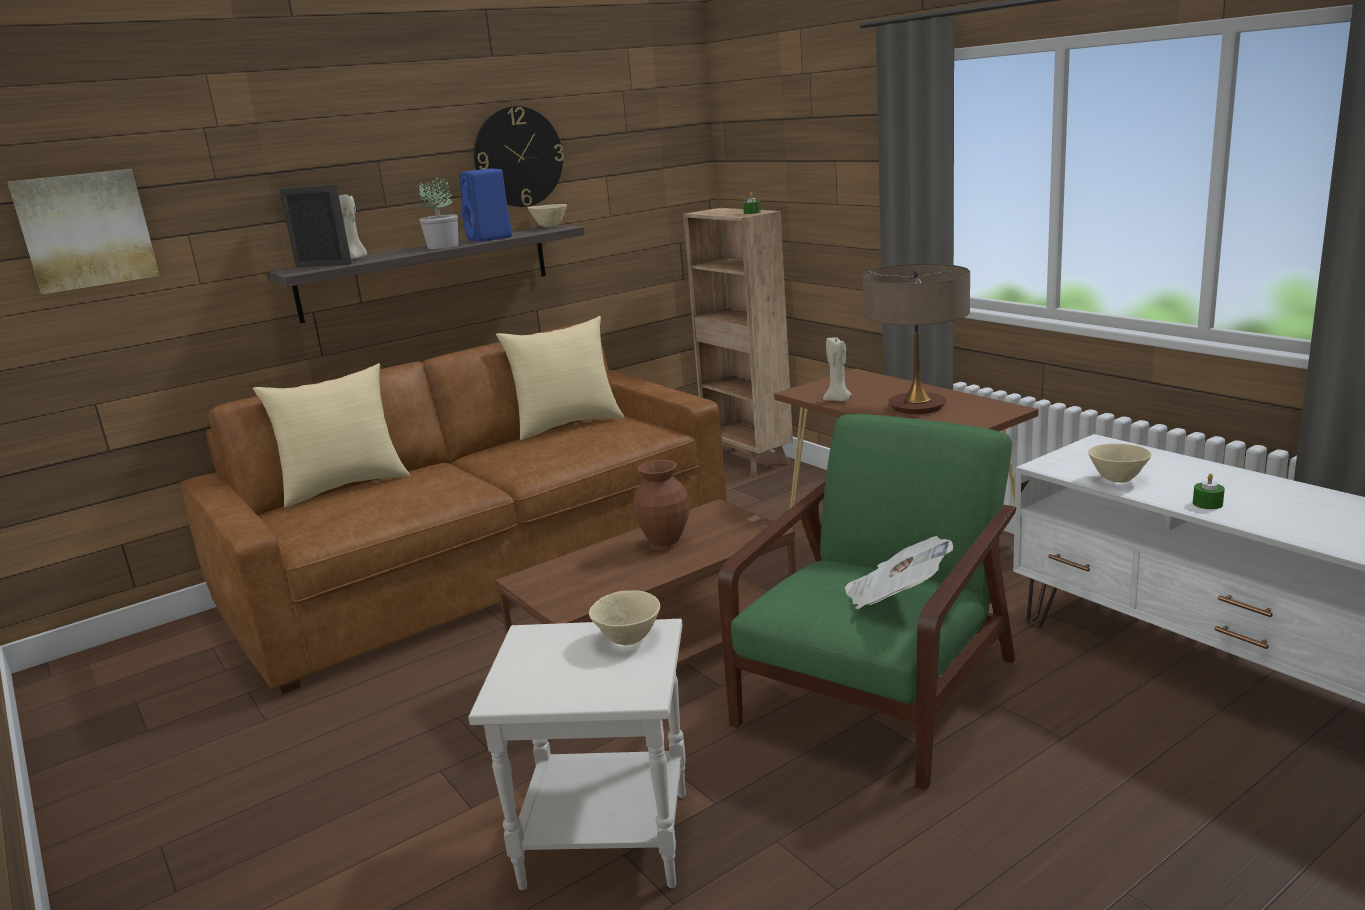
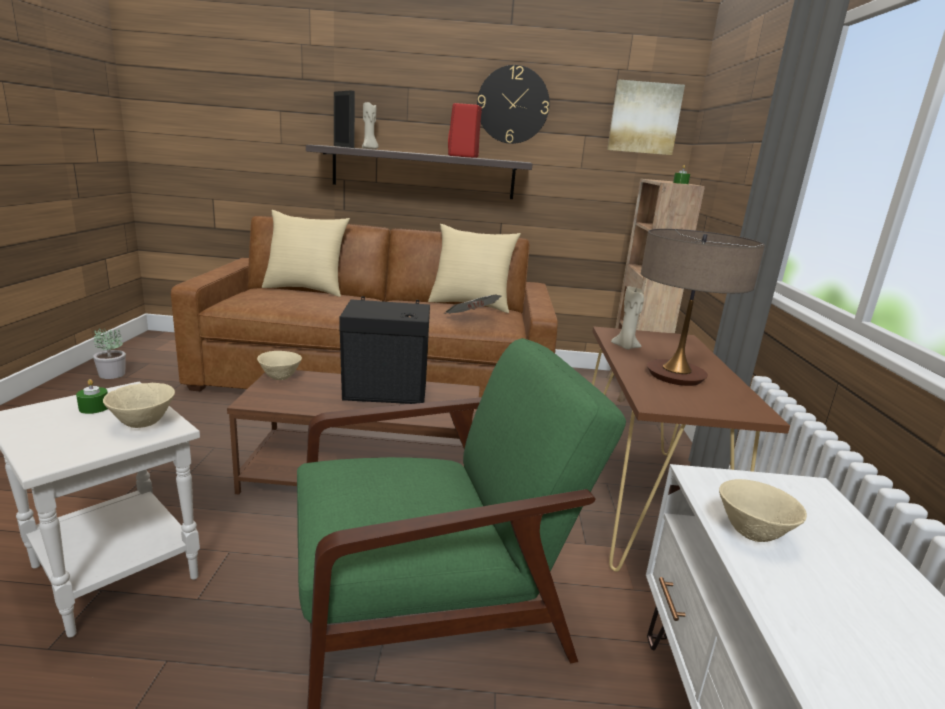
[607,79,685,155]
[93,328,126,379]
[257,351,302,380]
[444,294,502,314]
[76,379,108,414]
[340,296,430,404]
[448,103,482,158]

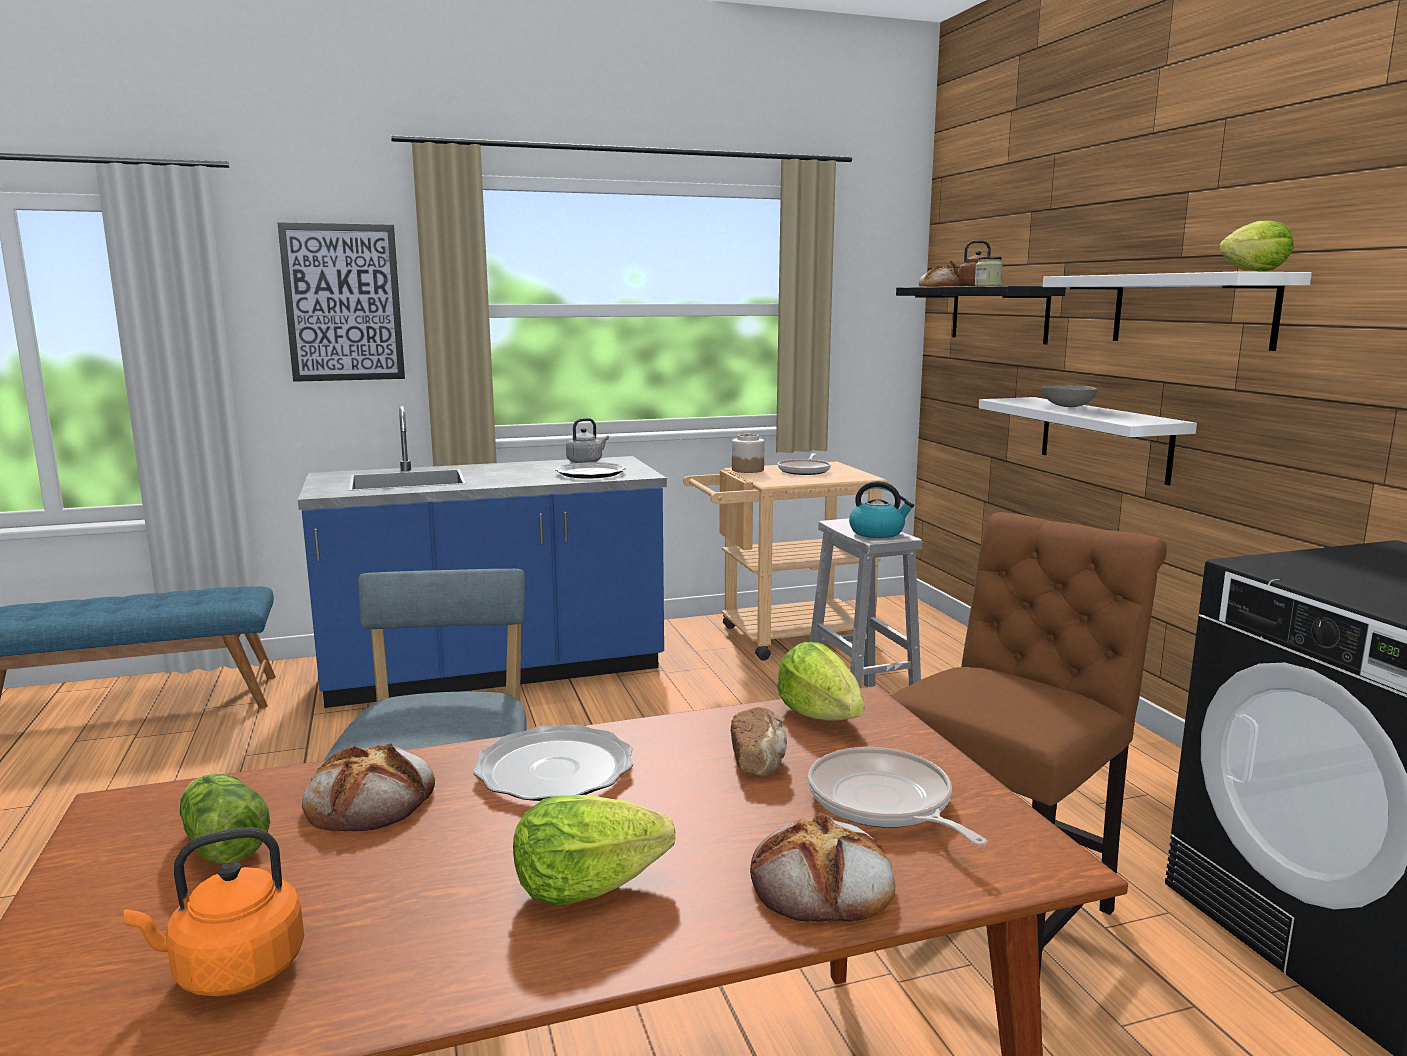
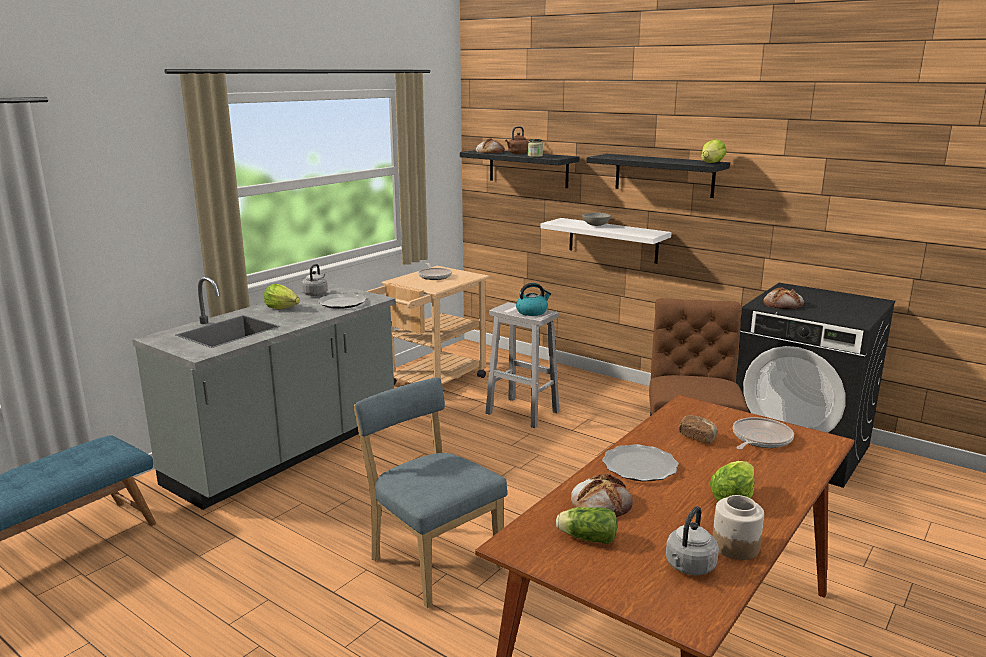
[277,222,405,382] (first image)
[713,495,764,560]
[763,287,804,309]
[264,284,300,310]
[666,506,719,576]
[132,277,396,510]
[586,154,730,198]
[733,417,794,450]

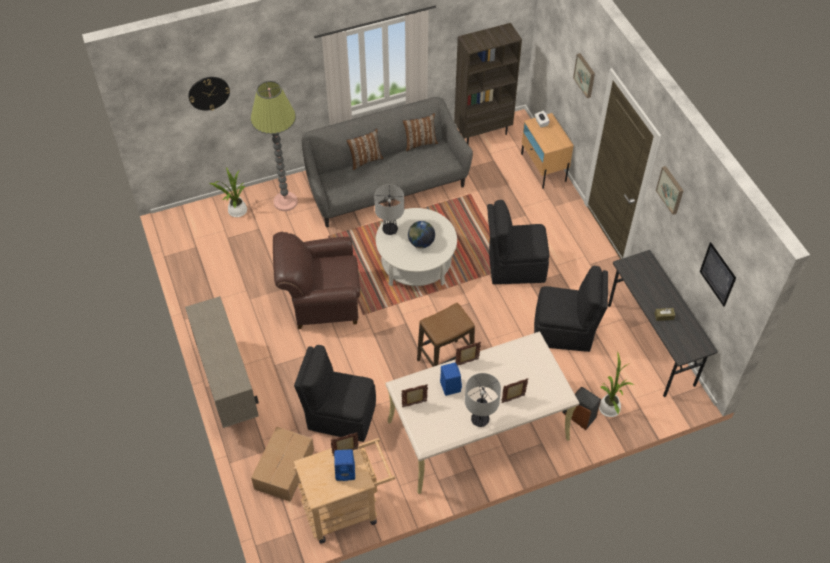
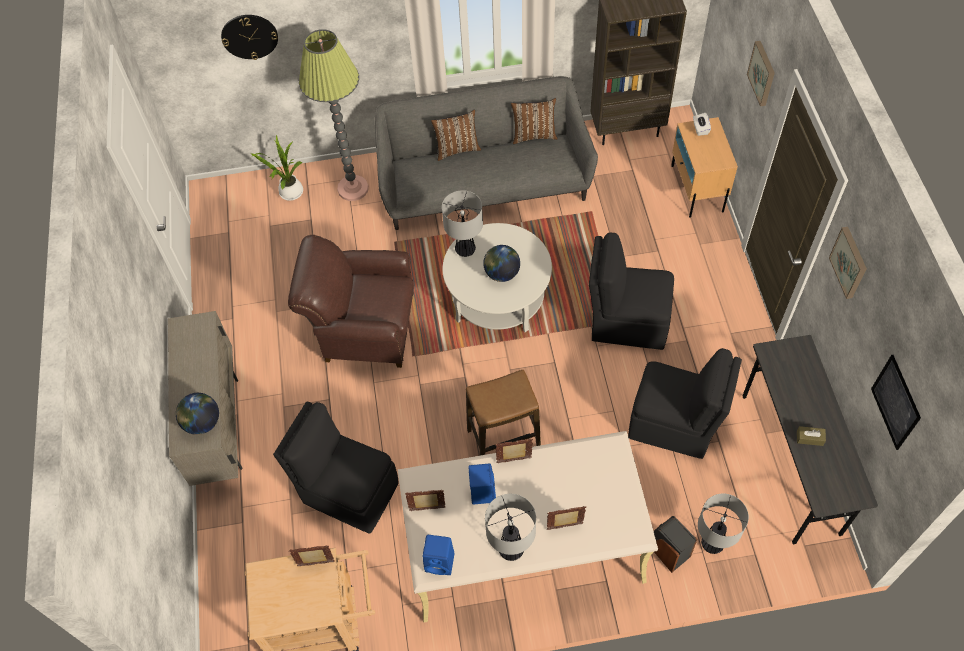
[251,427,314,501] (first image)
[176,393,219,435]
[423,535,454,575]
[698,493,749,554]

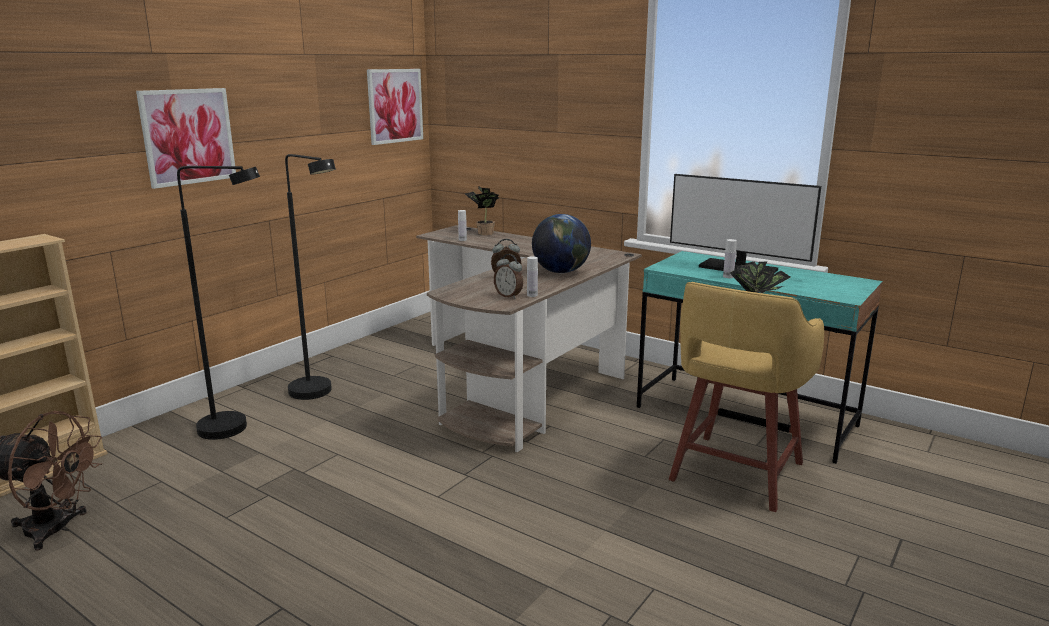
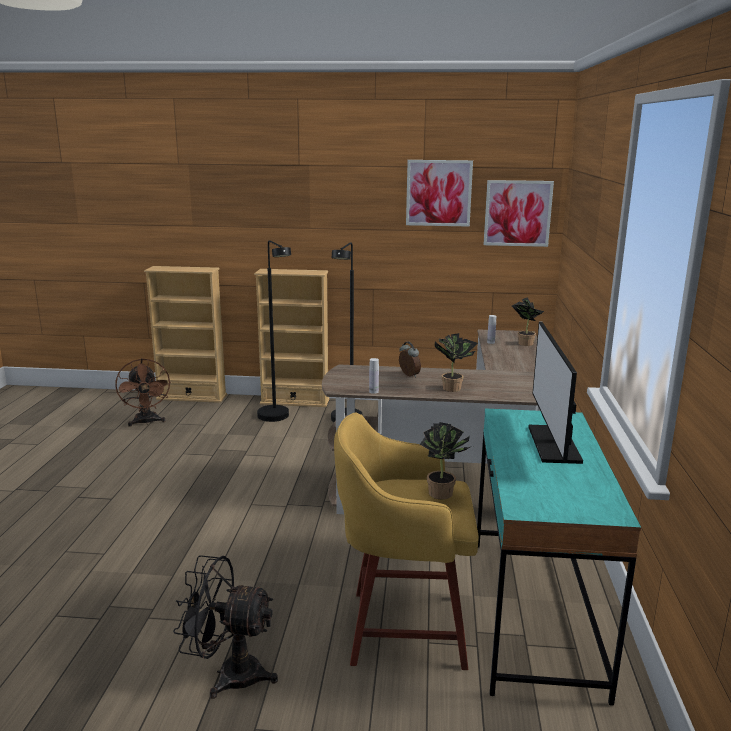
[494,254,523,299] (first image)
[723,239,737,278] (first image)
[173,555,278,699]
[254,269,330,407]
[406,160,473,227]
[434,333,478,392]

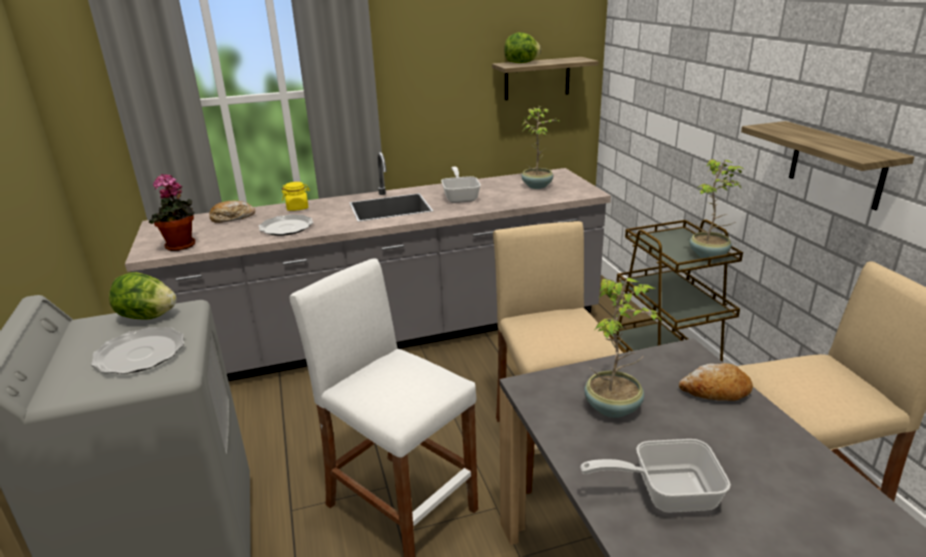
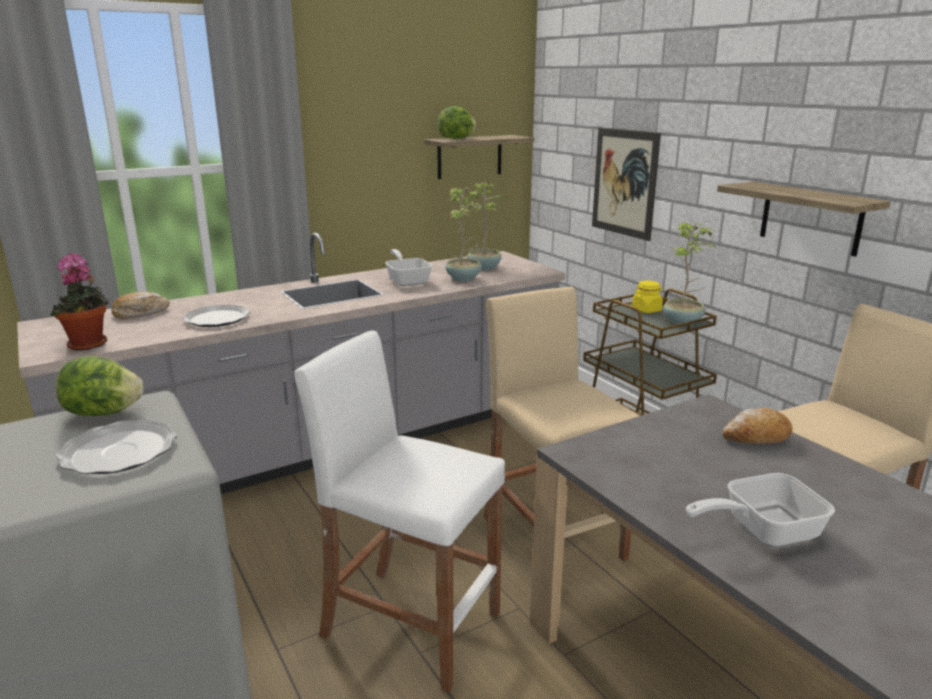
[592,128,661,241]
[632,280,663,313]
[445,187,484,281]

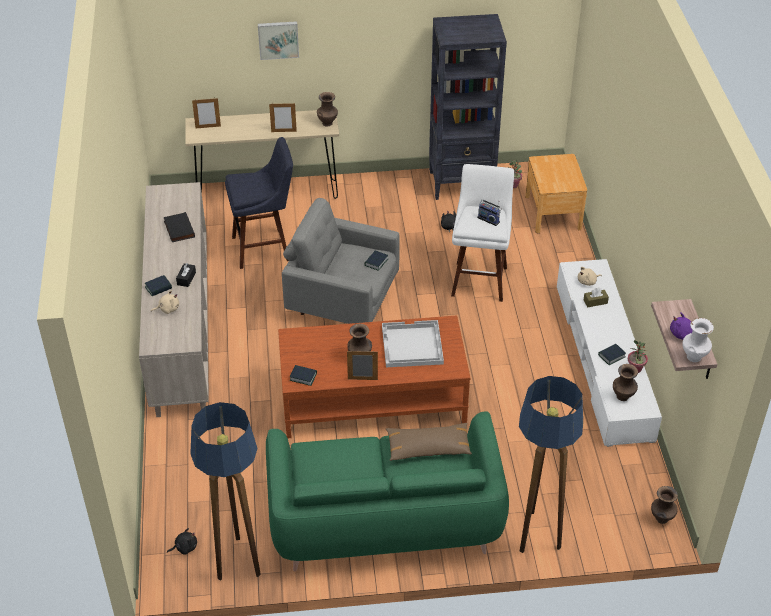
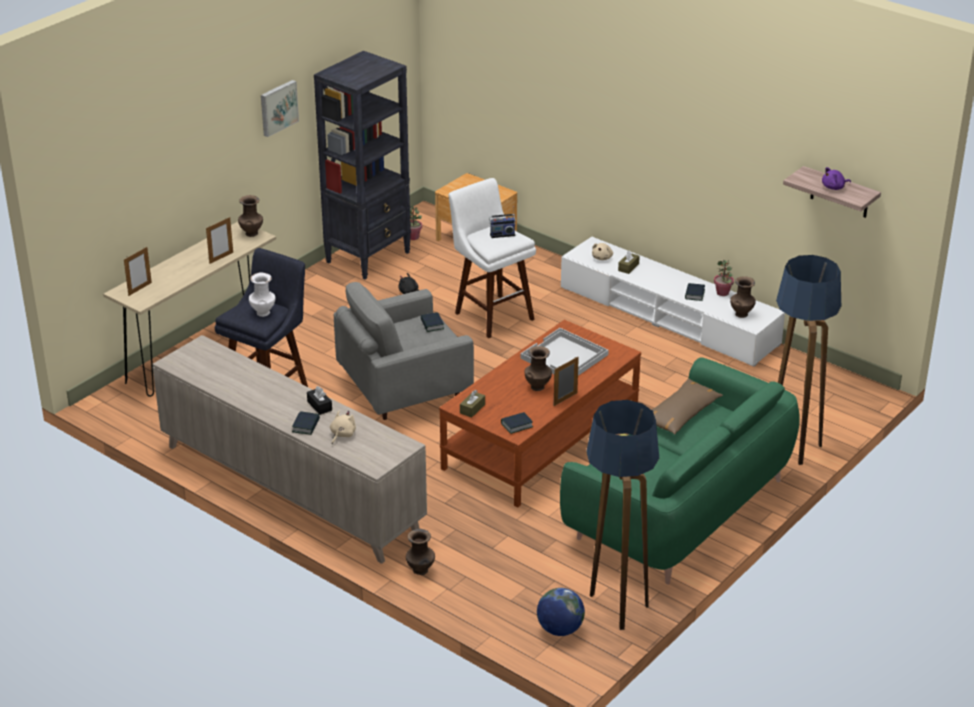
[163,212,195,242] (first image)
[460,390,485,418]
[261,80,299,137]
[406,529,435,575]
[249,272,275,317]
[537,588,585,636]

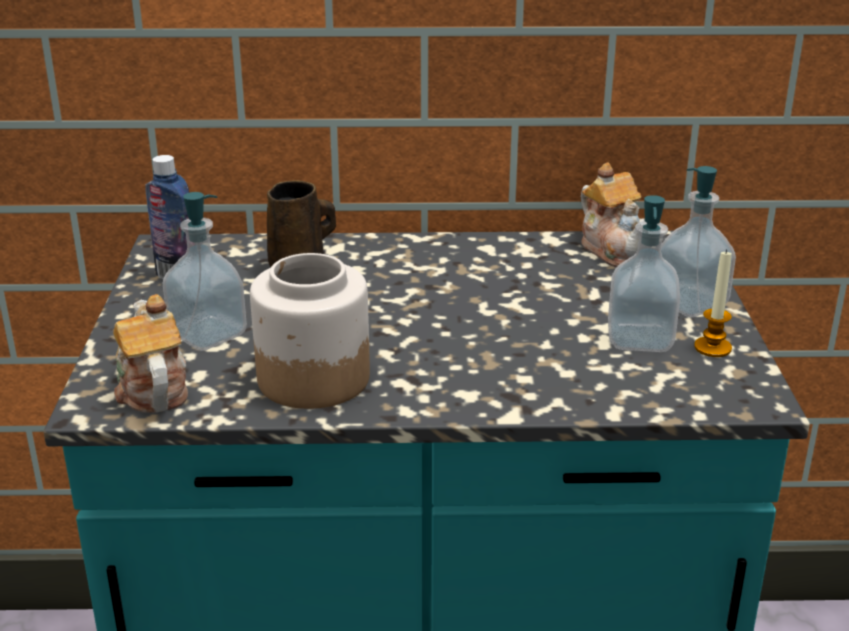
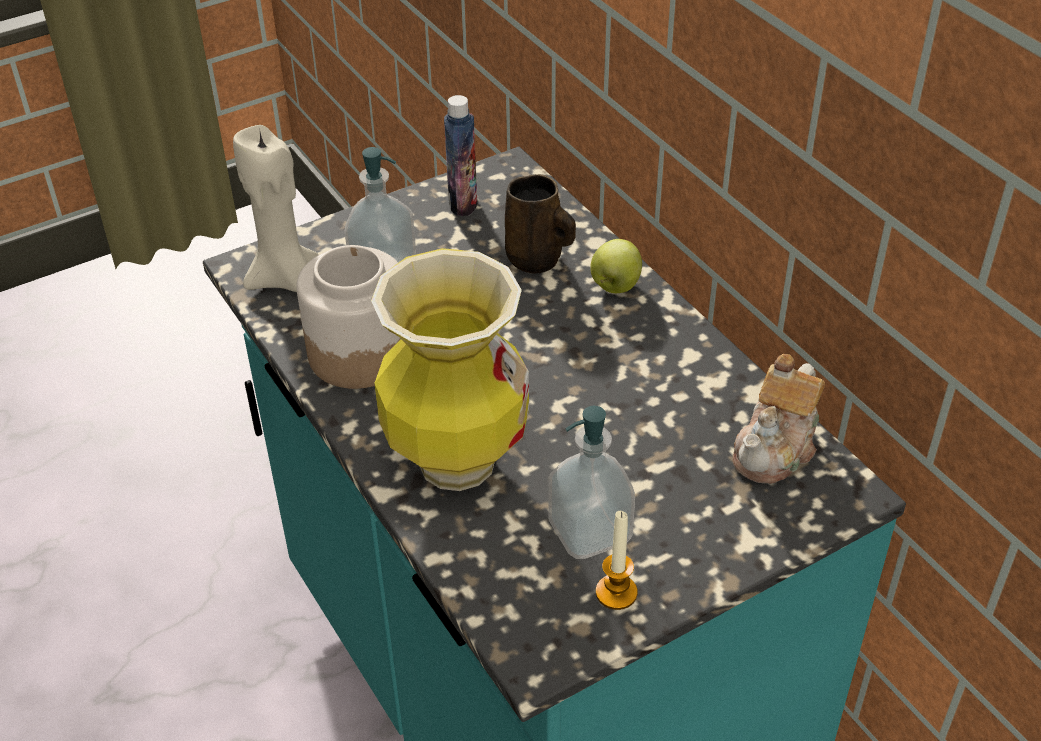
[661,166,736,317] (first image)
[371,248,529,491]
[590,239,642,293]
[233,125,318,292]

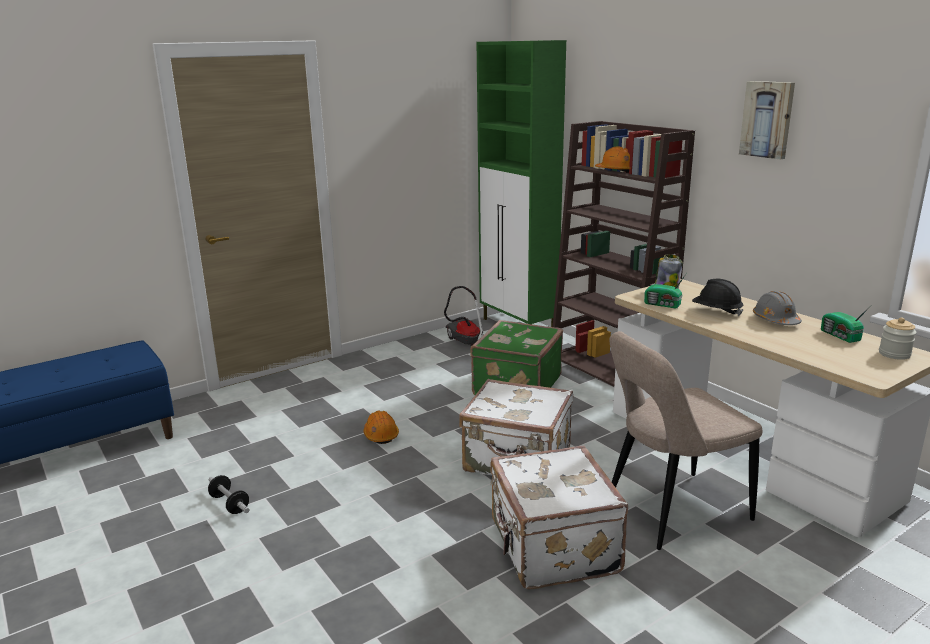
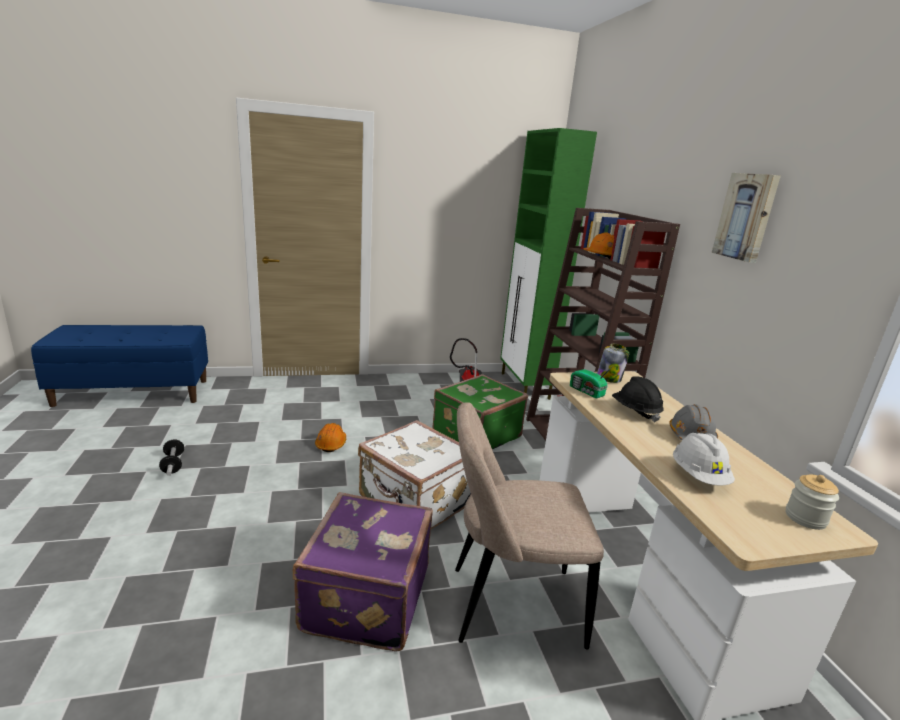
[821,307,870,343] (first image)
[673,433,735,486]
[293,492,433,652]

